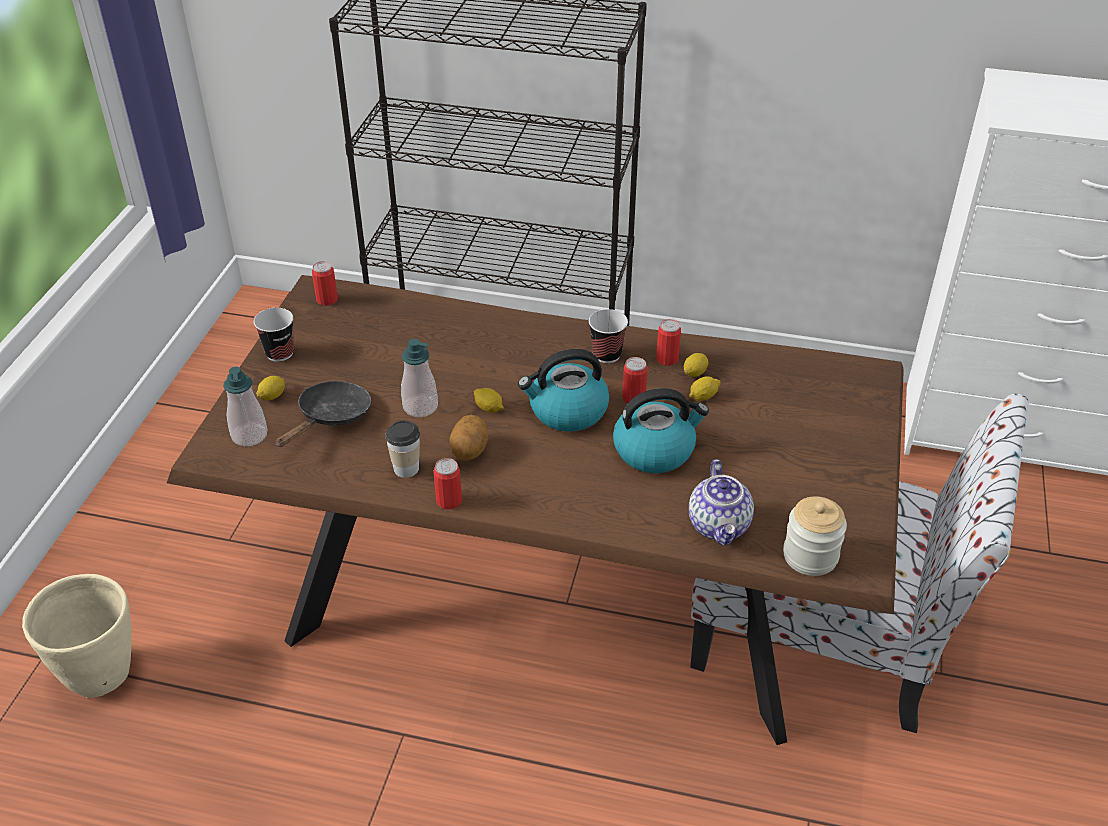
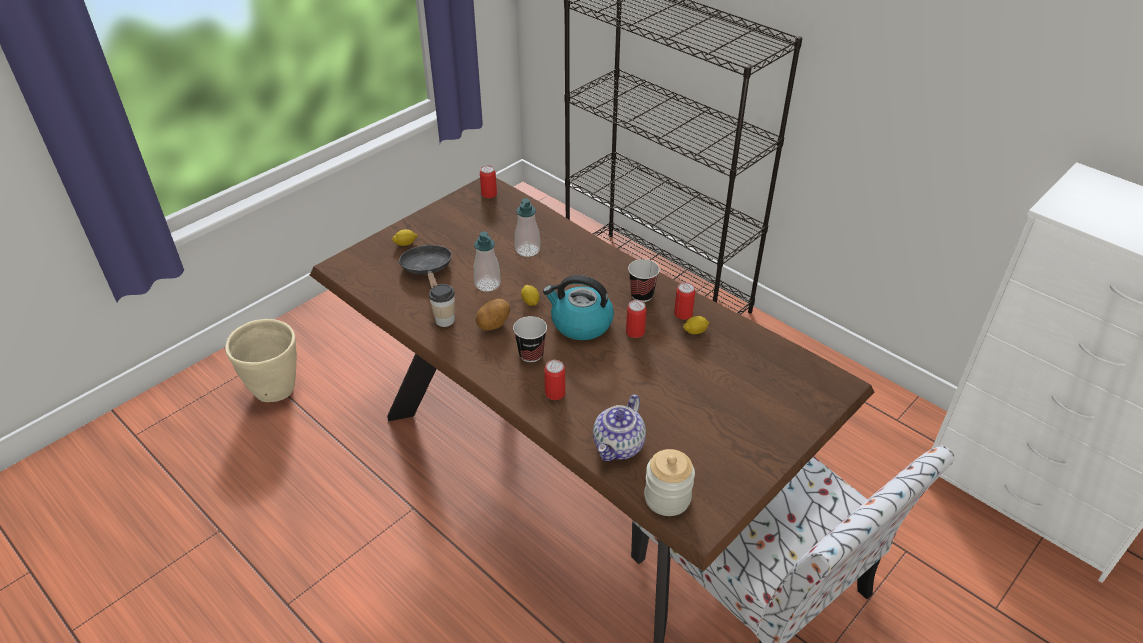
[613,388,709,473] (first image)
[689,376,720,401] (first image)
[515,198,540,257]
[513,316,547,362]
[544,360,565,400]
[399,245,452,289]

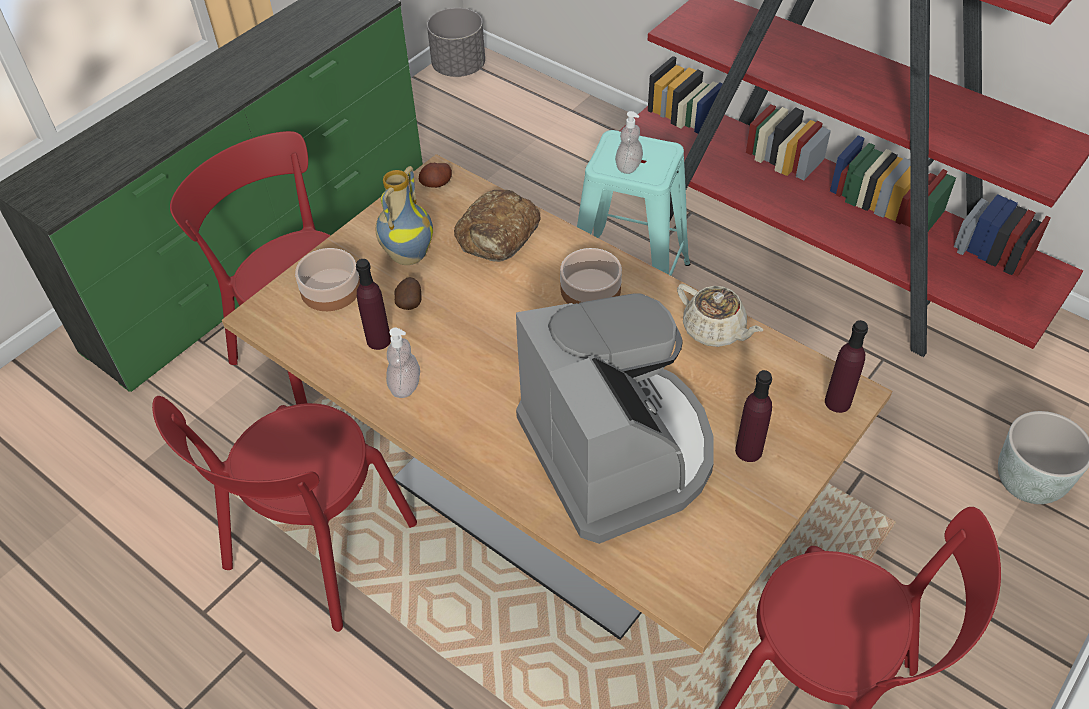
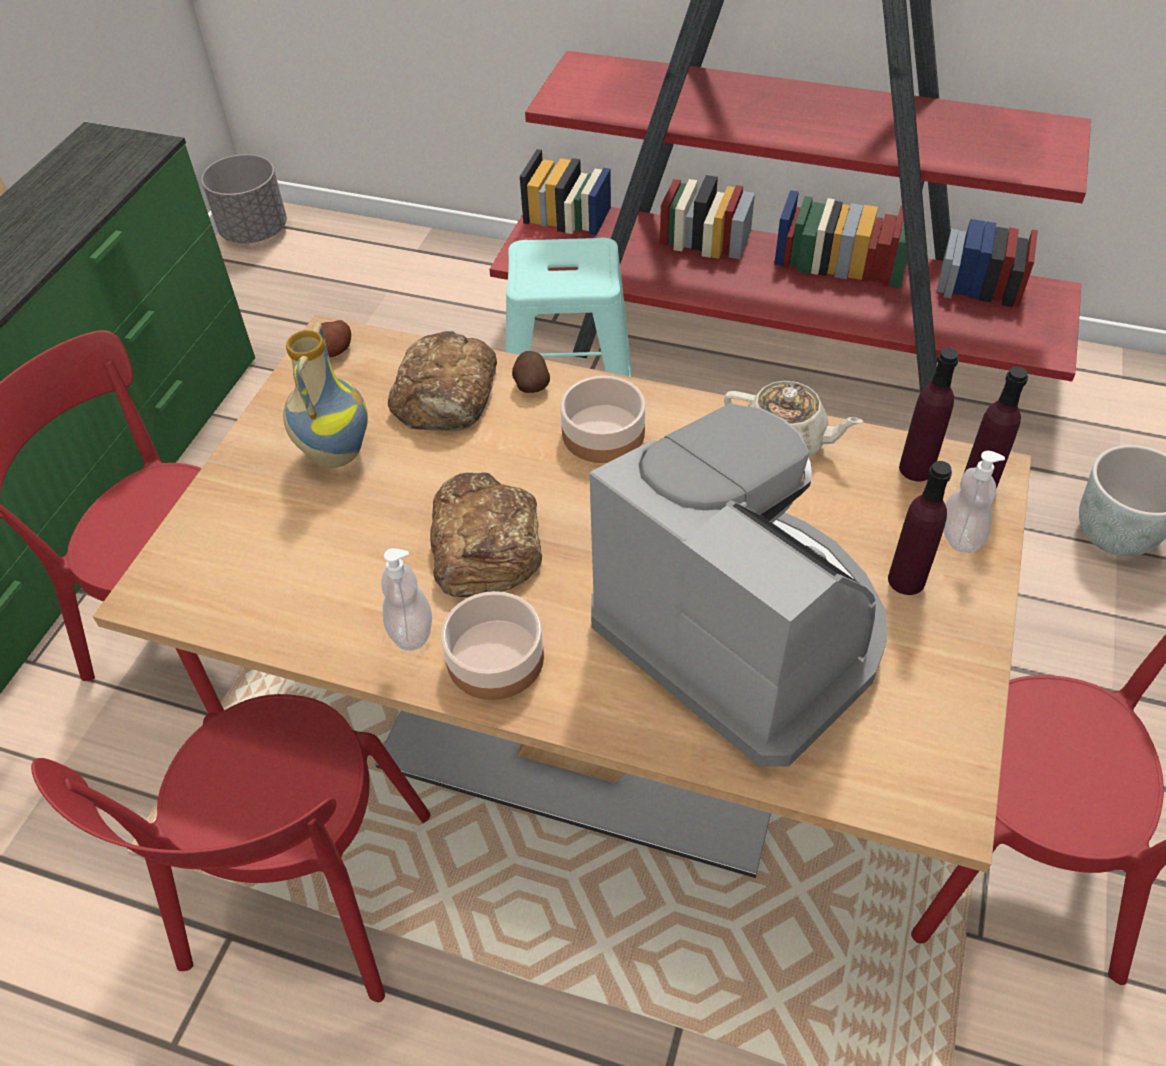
[430,472,542,597]
[441,591,544,700]
[899,348,959,481]
[512,351,550,393]
[943,451,1005,553]

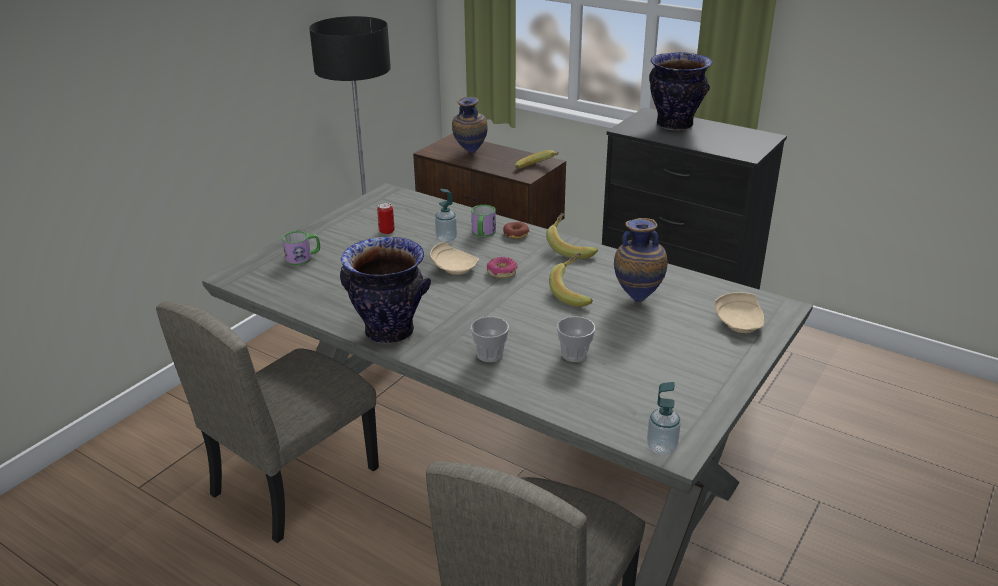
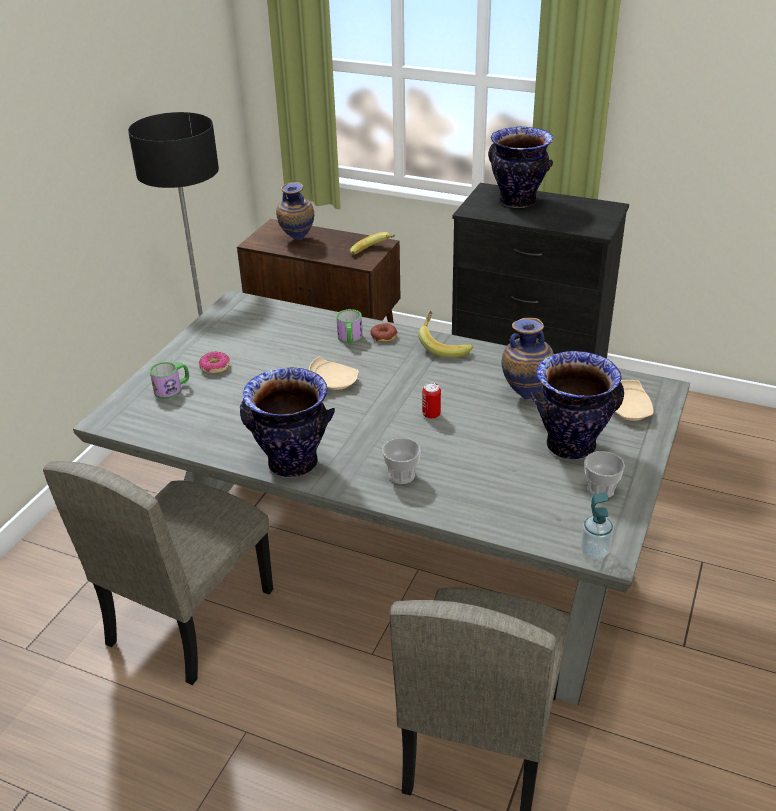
[435,189,457,243] (first image)
[549,253,593,307] (first image)
[529,351,624,459]
[422,383,441,419]
[199,352,230,374]
[584,451,625,498]

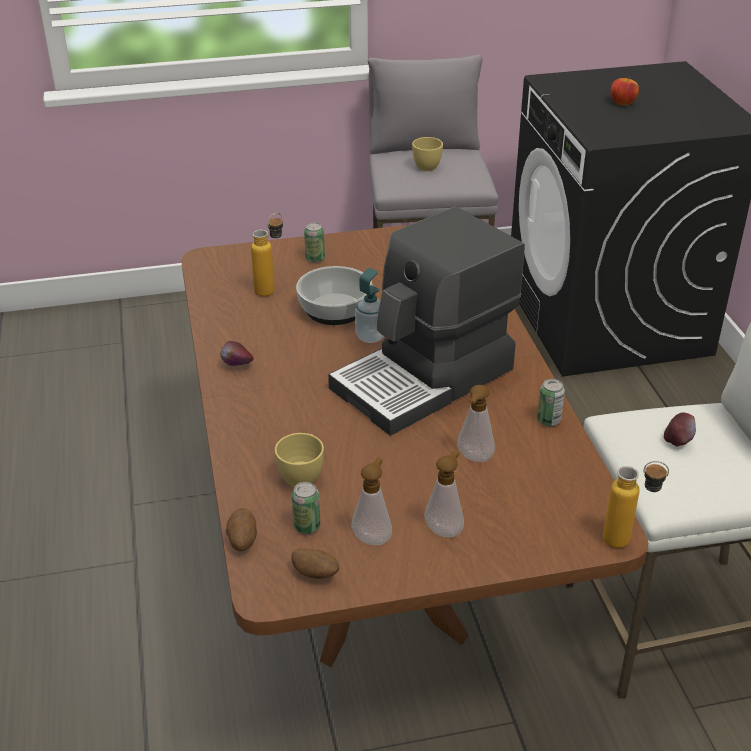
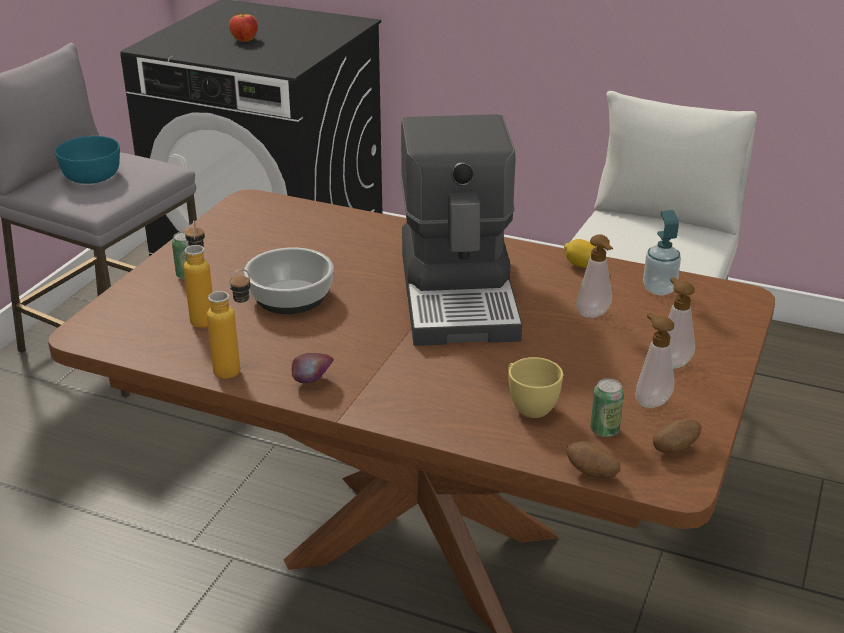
[664,412,696,446] (first image)
[643,210,681,296]
[207,269,250,379]
[55,136,120,184]
[564,239,596,268]

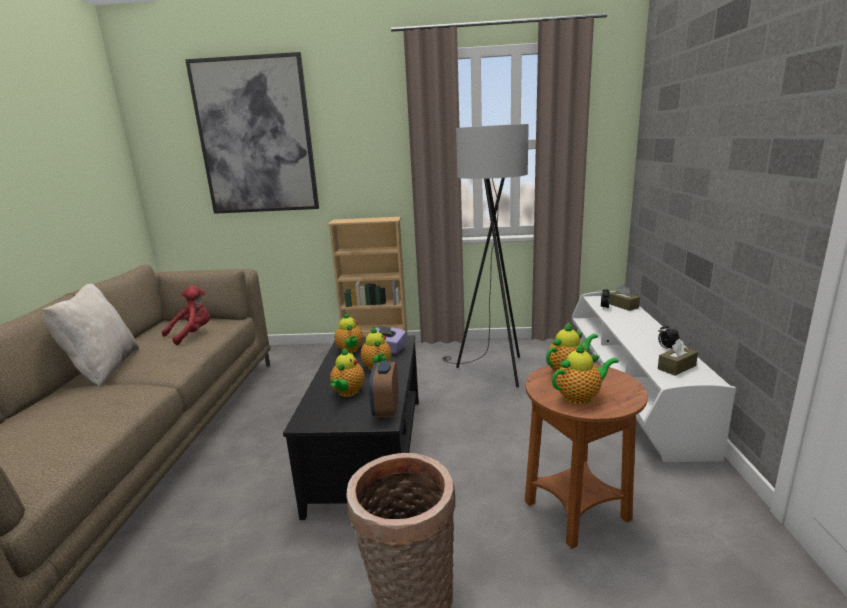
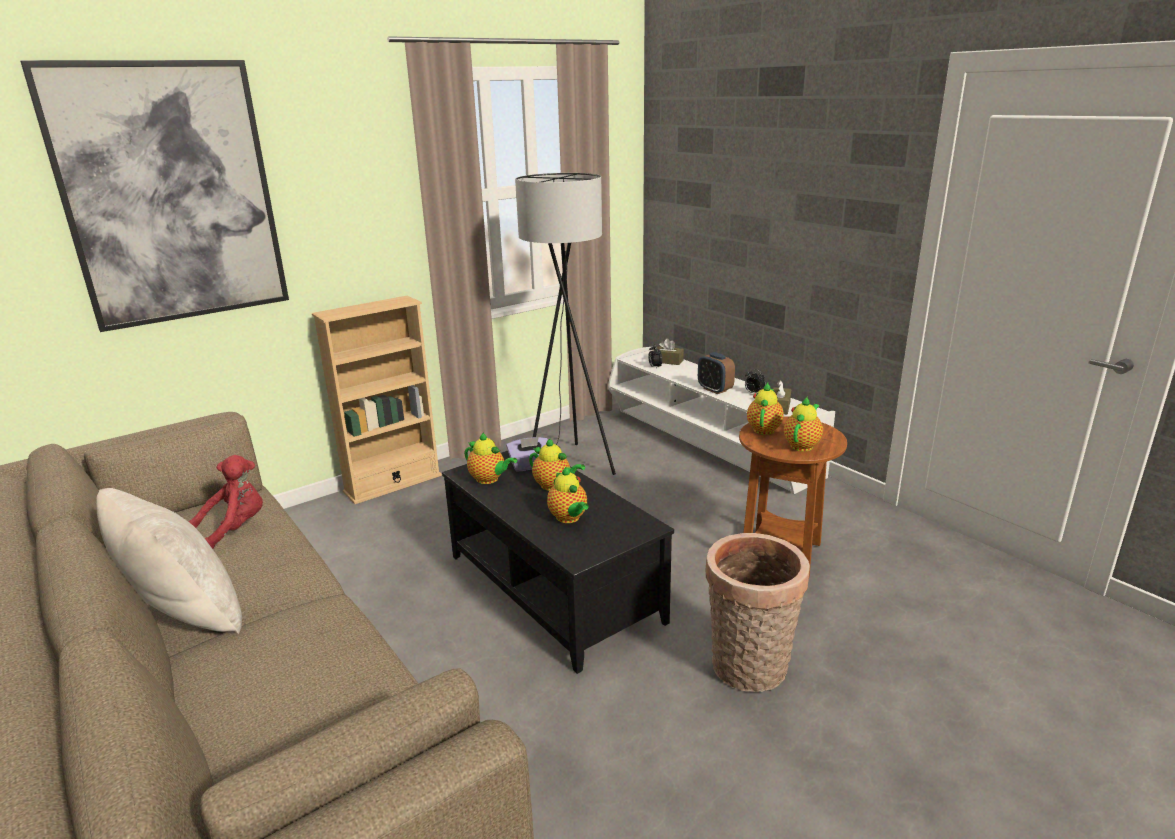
[698,352,735,394]
[189,455,263,549]

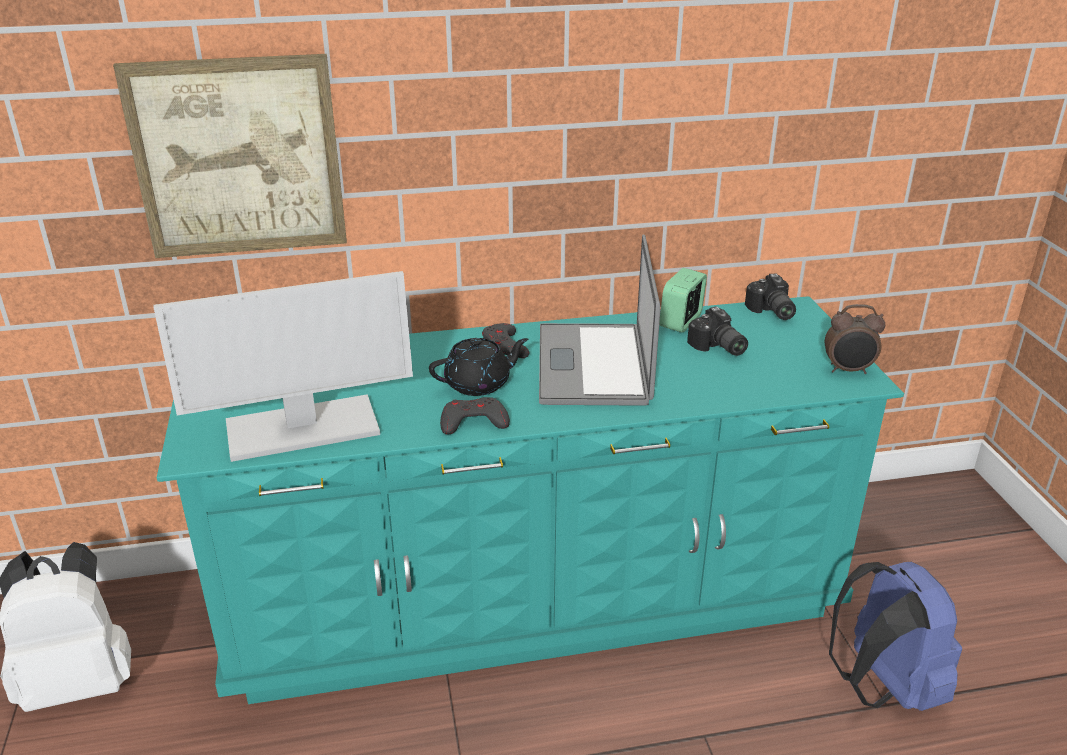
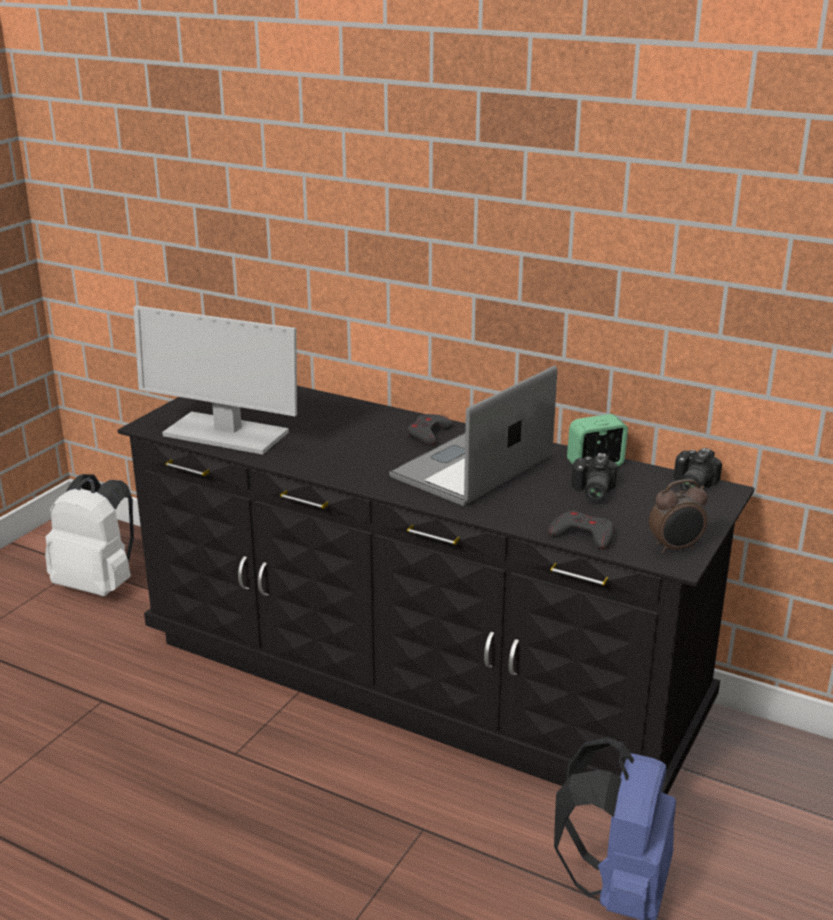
[113,54,347,258] (first image)
[429,338,528,396] (first image)
[548,510,613,550]
[117,386,755,795]
[649,479,708,554]

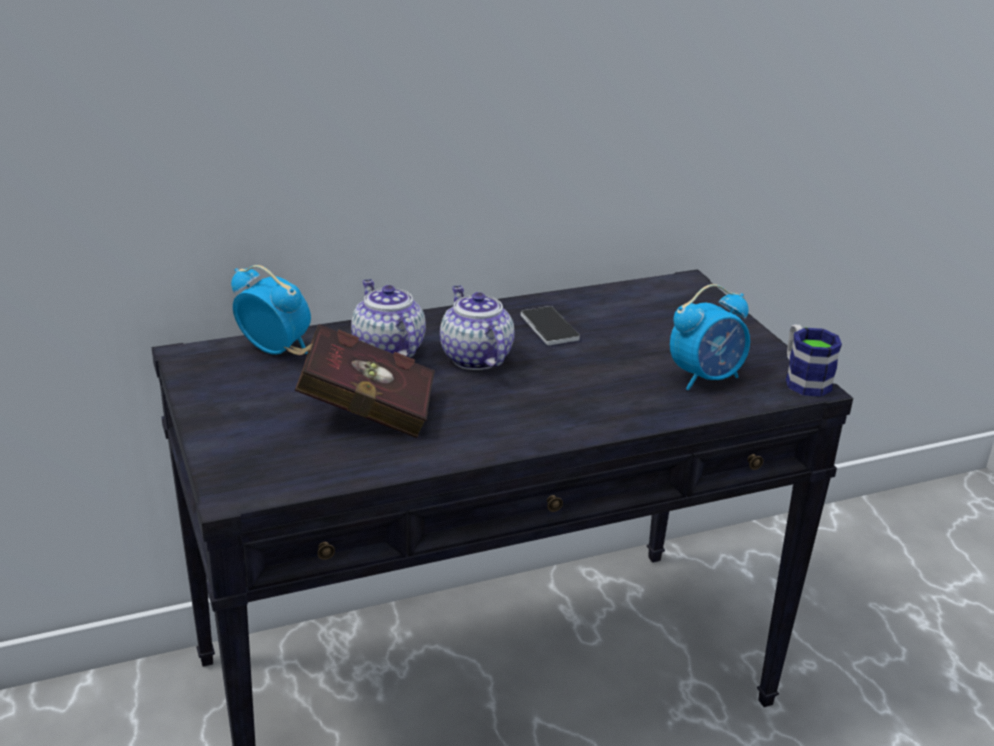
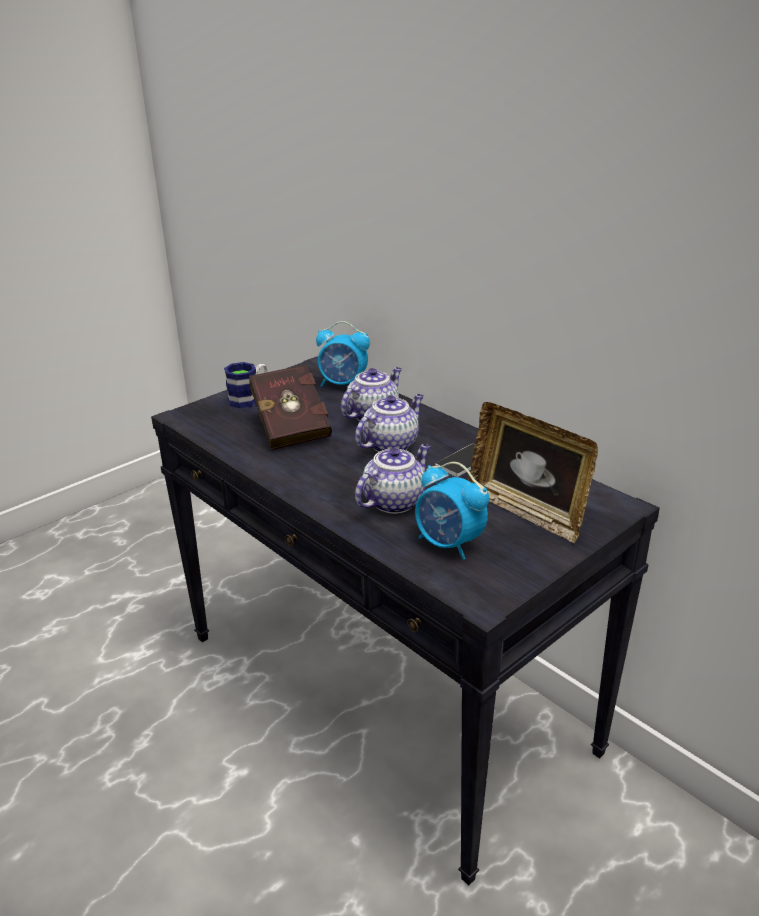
[355,444,430,514]
[468,402,598,543]
[224,362,267,408]
[316,321,370,387]

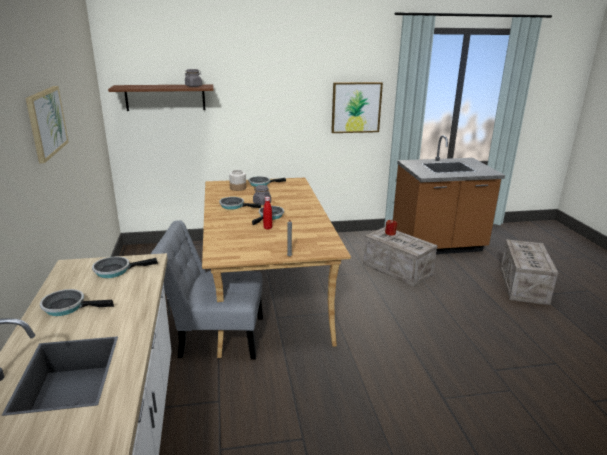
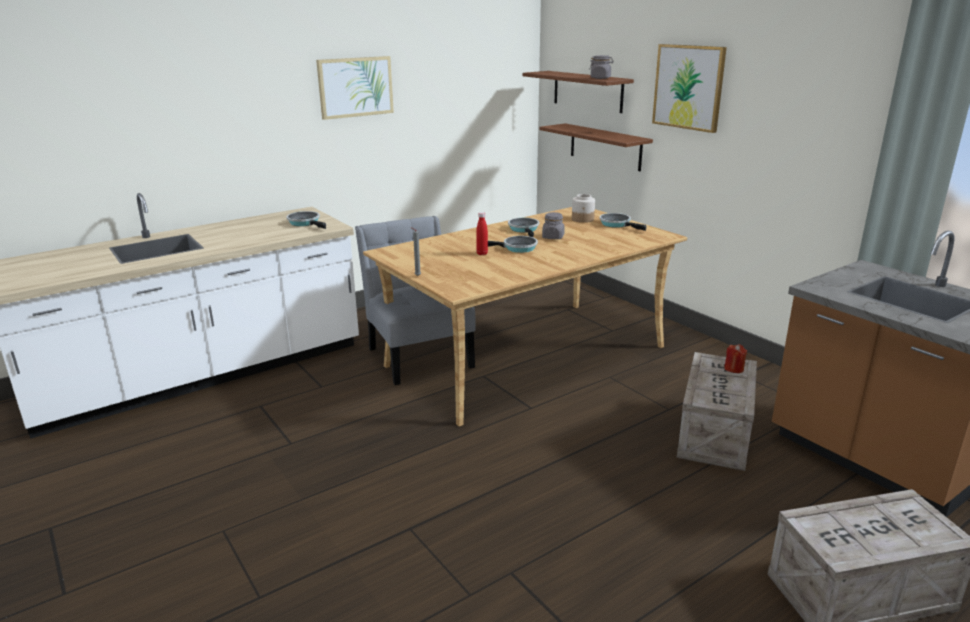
[40,289,114,316] (first image)
[539,123,653,171]
[652,44,727,133]

